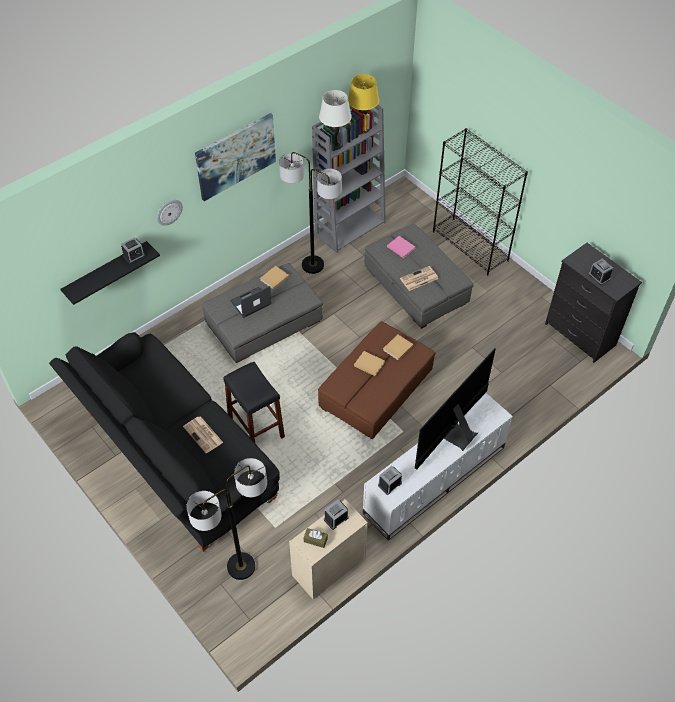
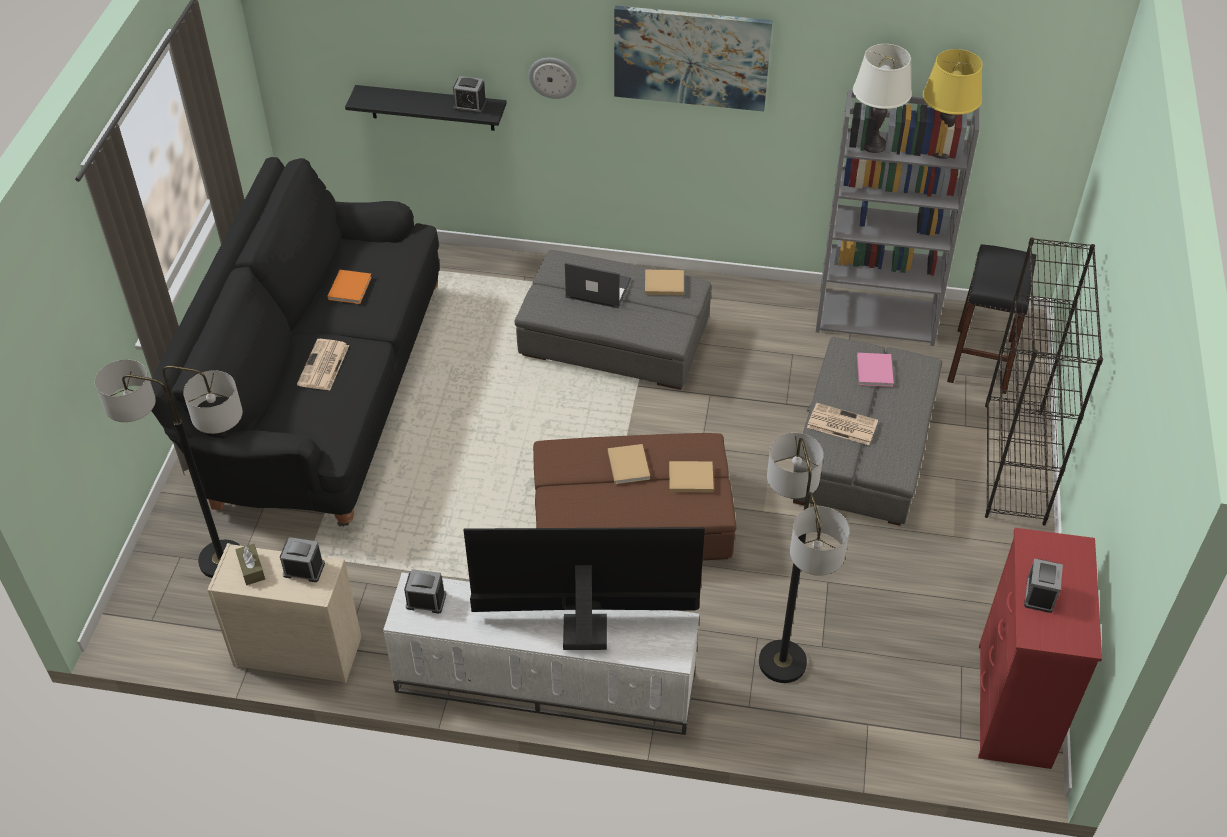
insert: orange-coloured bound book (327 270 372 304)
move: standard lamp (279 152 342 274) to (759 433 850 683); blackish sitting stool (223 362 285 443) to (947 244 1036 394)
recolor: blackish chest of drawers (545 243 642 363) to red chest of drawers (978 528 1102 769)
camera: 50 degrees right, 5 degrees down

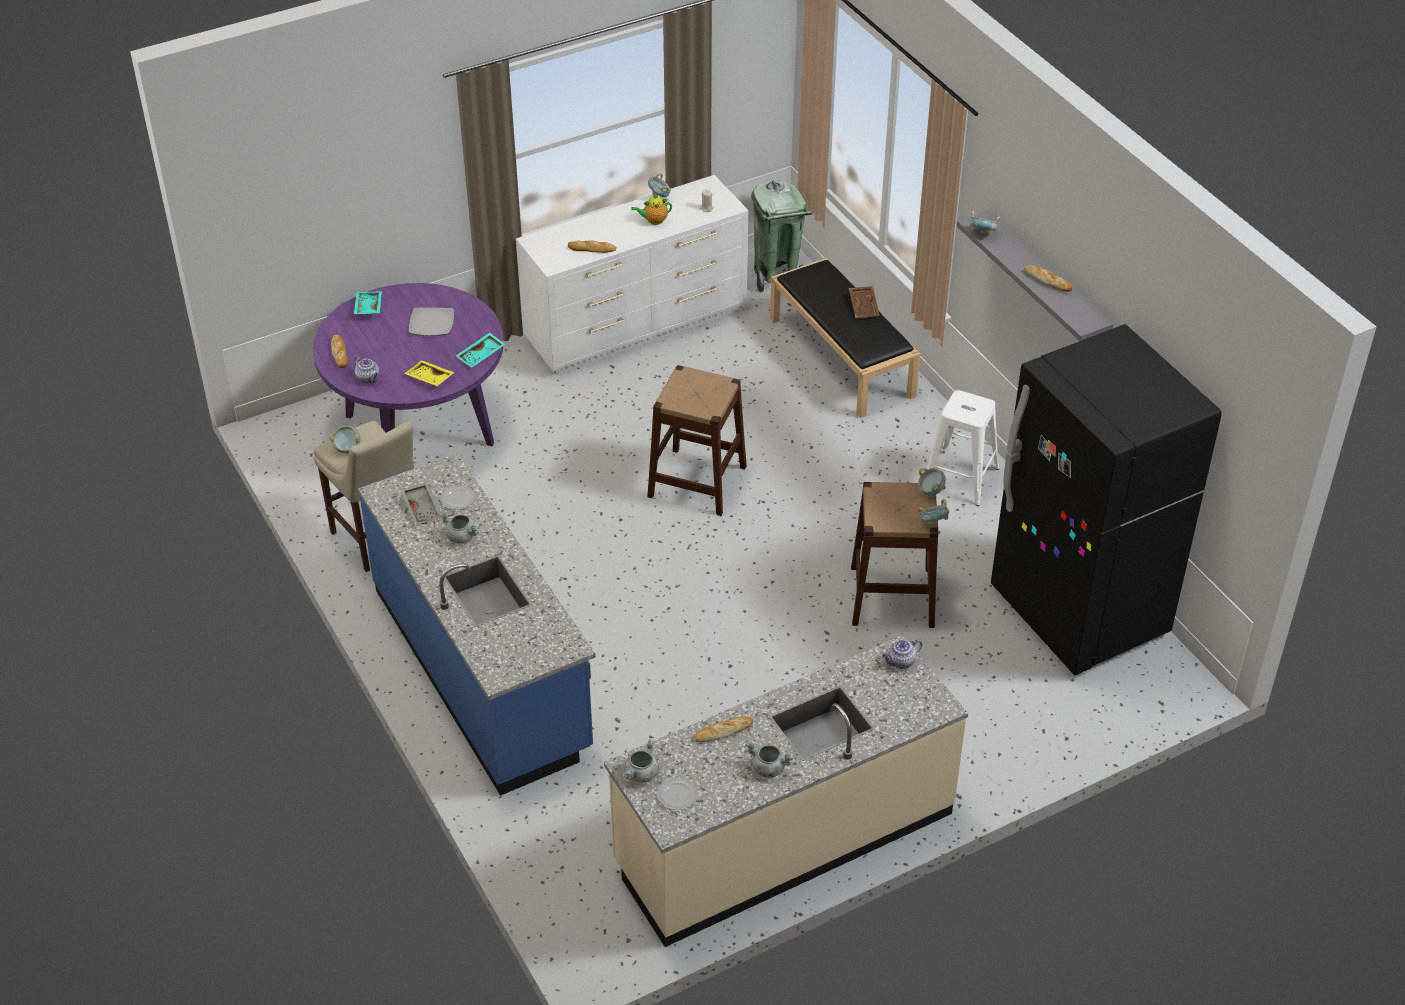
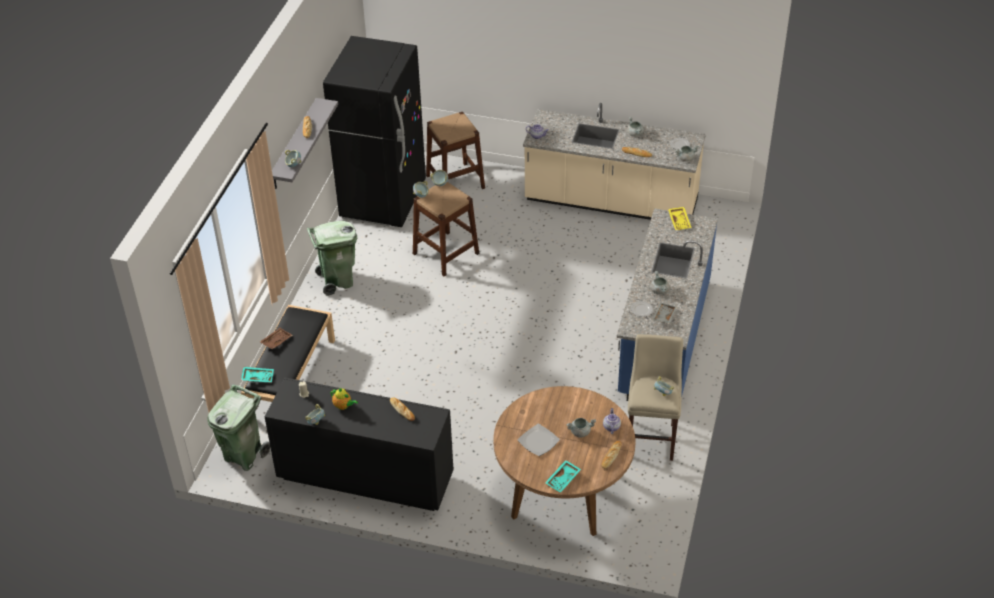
insert: gray stockpot (567 418 596 438)
move: turquoise carrying tray (456 332 505 368) to (241 367 274 383); yellow carrying tray (404 360 455 386) to (668 207 692 230); brown-coloured sitting stool (647 365 747 516) to (426 112 485 189)
replace: white sitting stool (927 390 1000 506) to greenish rubbish bin (307 221 357 296)
recolor: white chest of drawers (516 175 748 375) to blackish chest of drawers (265 377 454 511); purple kitchen table (313 283 504 446) to brown-coloured kitchen table (493 386 636 536)
camera: 135 degrees left, 0 degrees up

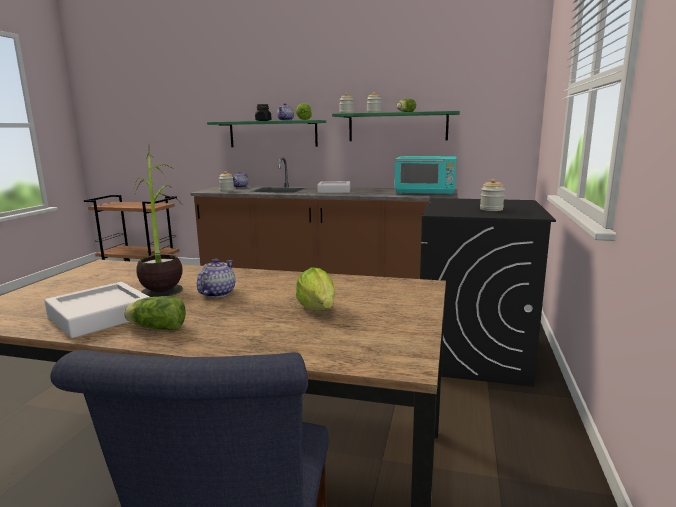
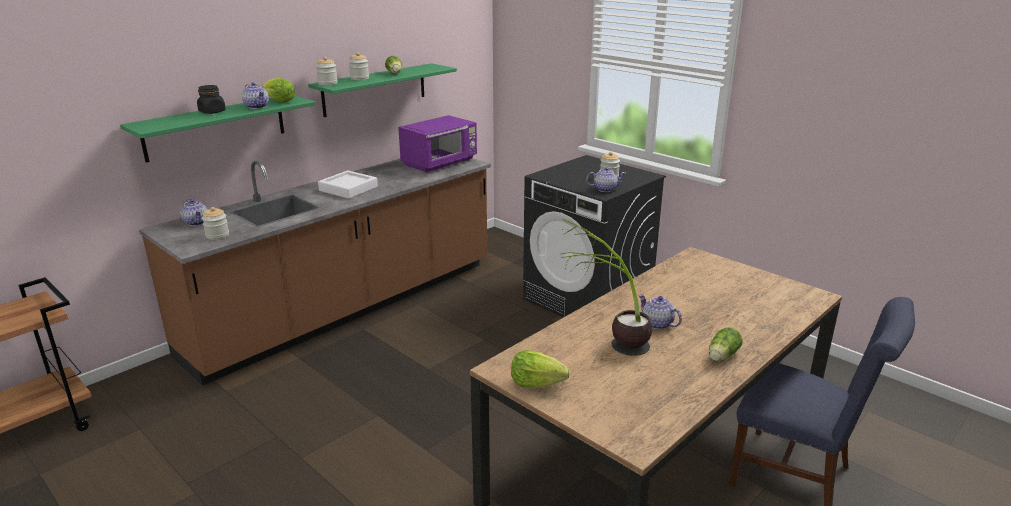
delete: white carrying tray (45 282 149 338)
insert: pot for tea (586 167 626 192)
move: lettuce head (296 267 335 311) to (511 350 570 388)
recolor: turquoise microwave (395 156 457 195) to purple microwave (398 115 477 173)
camera: 60 degrees left, 10 degrees up

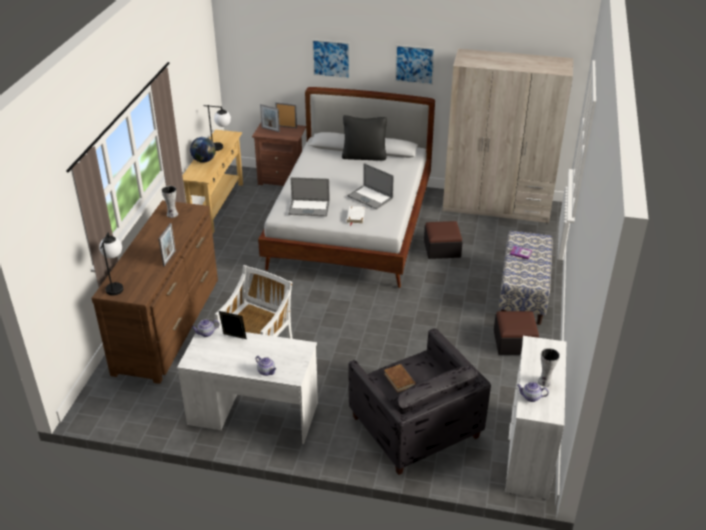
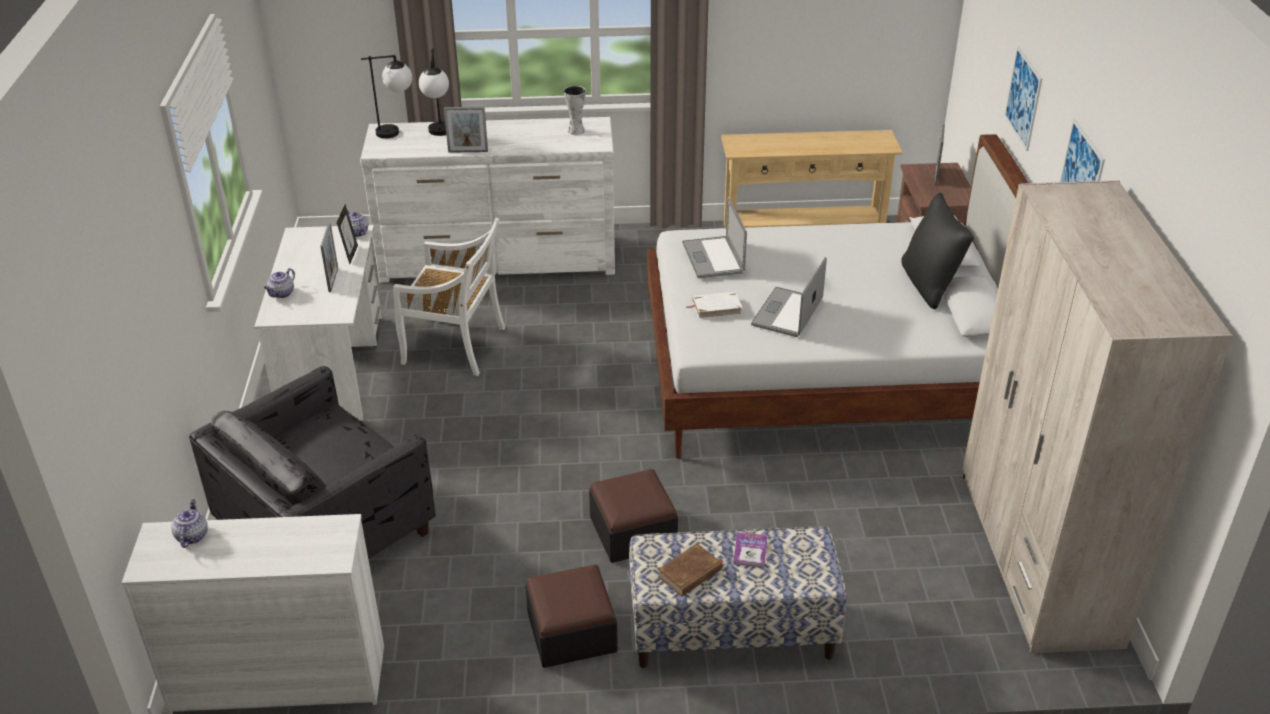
delete: desk globe (190 137 216 163); flower vase (538 348 560 387)
move: photo frame (275 102 297 128) to (320 223 338 292); tabletop lamp (203 105 231 151) to (419 48 449 136); ottoman (424 221 463 259) to (589 469 678 563); brown-coloured bound book (384 364 415 393) to (657 544 723 596)
recolor: brown-coloured chest of drawers (91 200 218 384) to white chest of drawers (360 117 615 282)
camera: 75 degrees right, 0 degrees up

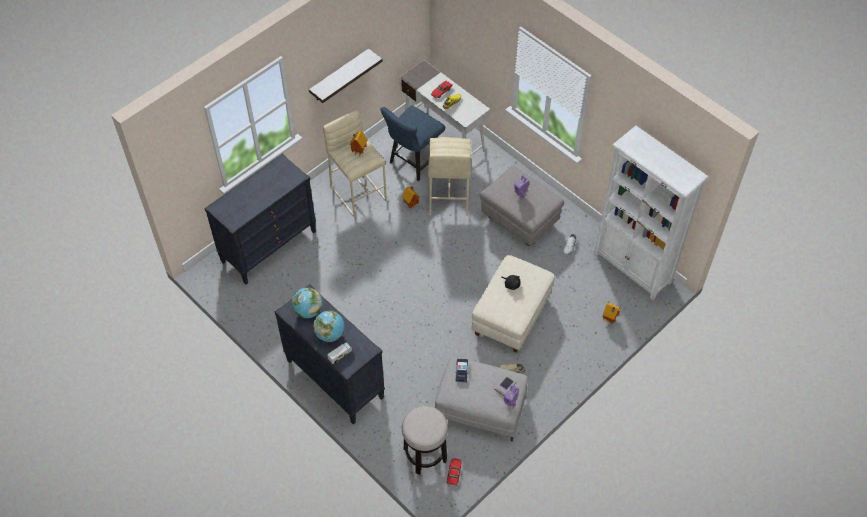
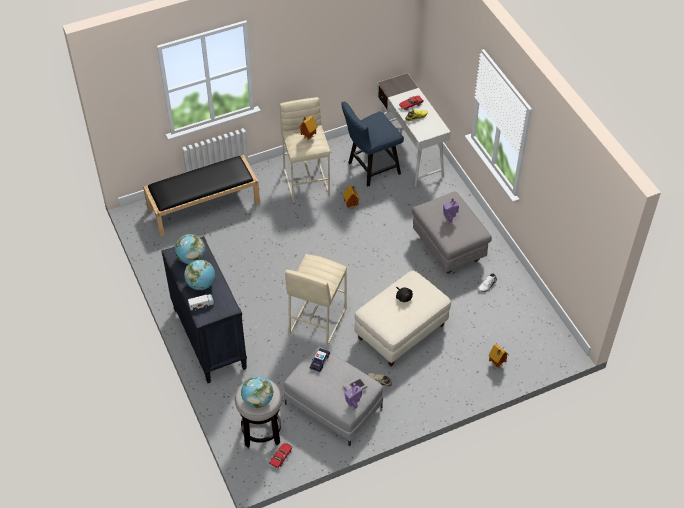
delete: shelf (309 48 383 103); white bookcase (593 126 708 300)
insert: desk globe (241 376 273 408)
move: sand-coloured sitting stool (428 137 471 216) to (285 254 347 347)
replace: blackish chest of drawers (204 154 316 284) to blackish long seat (143 155 260 237)
camera: 20 degrees right, 5 degrees down

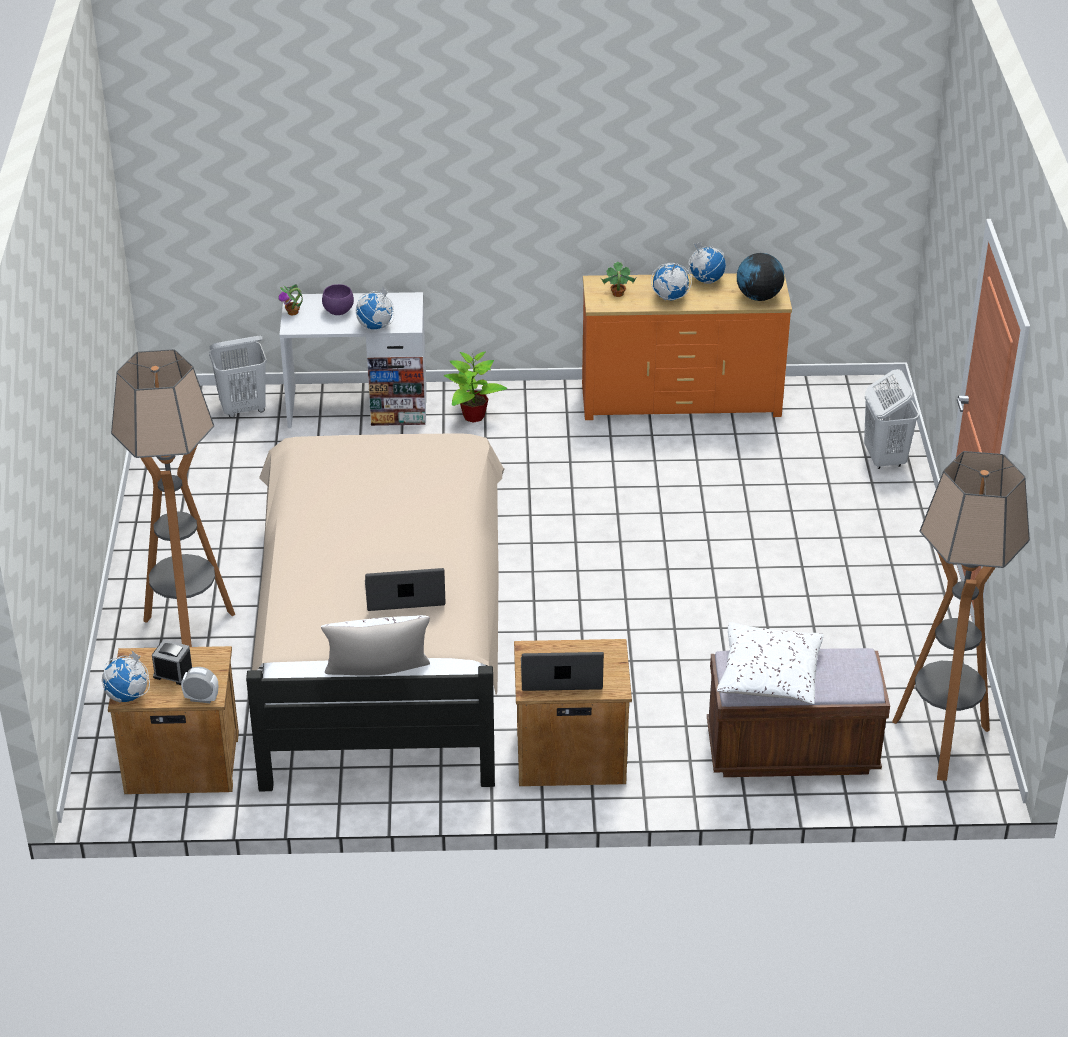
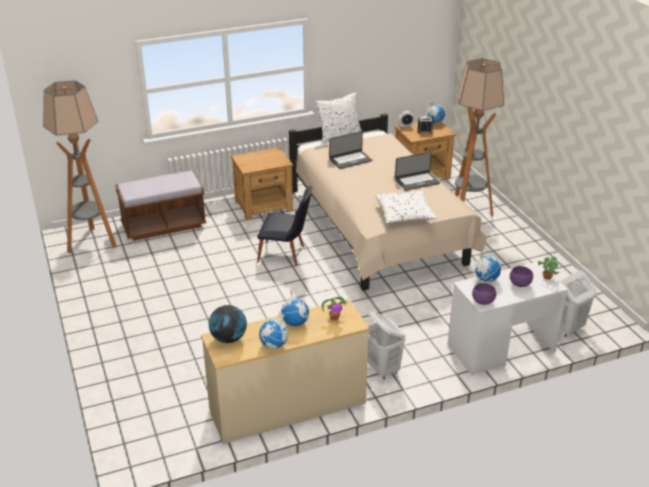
delete: plant in a pot (444 352 507 423)
insert: blackish plain chair (257 186 312 266); purple deep dish (472 283 496 305)
move: white laundry basket (864 369 919 469) to (367 312 406 379); white pillow (717 622 823 704) to (375 191 437 223); notebook computer (521 652 604 691) to (395 152 440 191)
recolor: orange-coloured chest of drawers (582 273 792 420) to sand-coloured chest of drawers (201 299 370 444)
camera: 160 degrees right, 5 degrees down

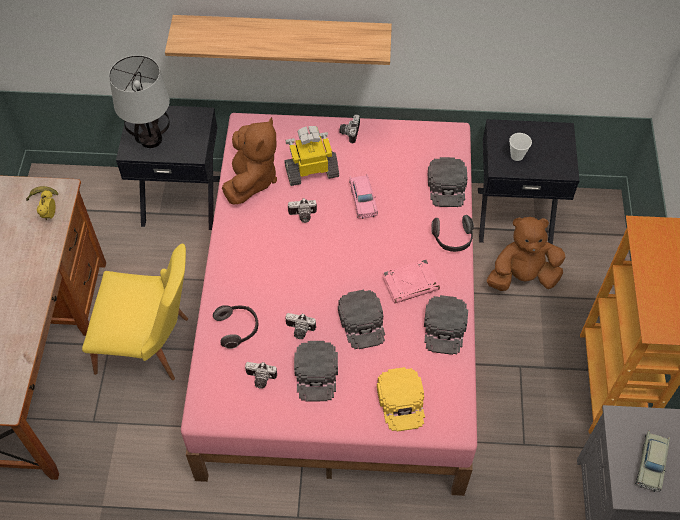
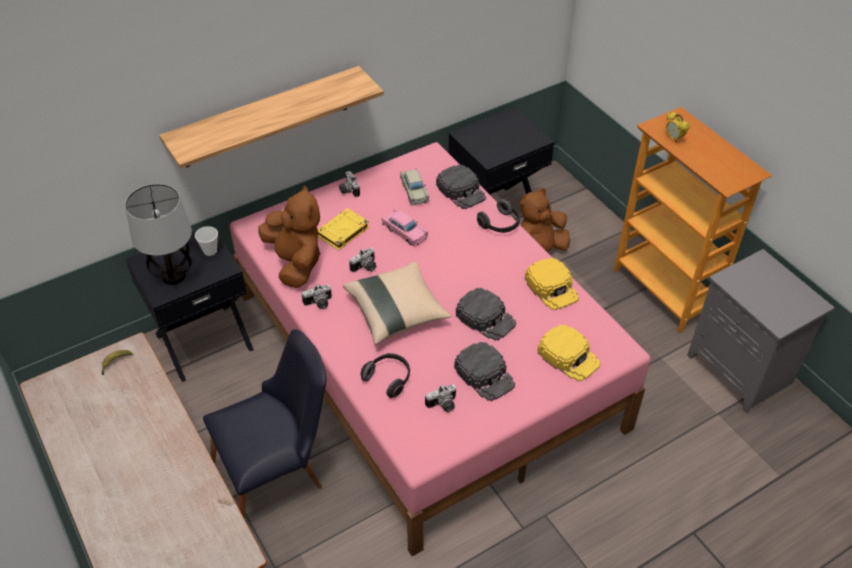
delete: pink-coloured bound book (382 259 440 304)
insert: sand-coloured pillow (343 262 451 345)
move: small cup (509 133 532 161) to (195 226 218 256); table clock (37 190 56 220) to (666 112 689 143); photo camera (286 313 316 339) to (302 284 332 309); sand-coloured miniature car (635 431 670 492) to (400 168 429 205)
replace: model robot (284 126 339 186) to yellow bound book (318 208 369 250)
recolor: yellow plain chair (82 243 188 380) to blackish plain chair (203 329 326 518); blackish peaked cap (424 295 468 355) to yellow peaked cap (525 258 579 311)
camera: 35 degrees left, 10 degrees down

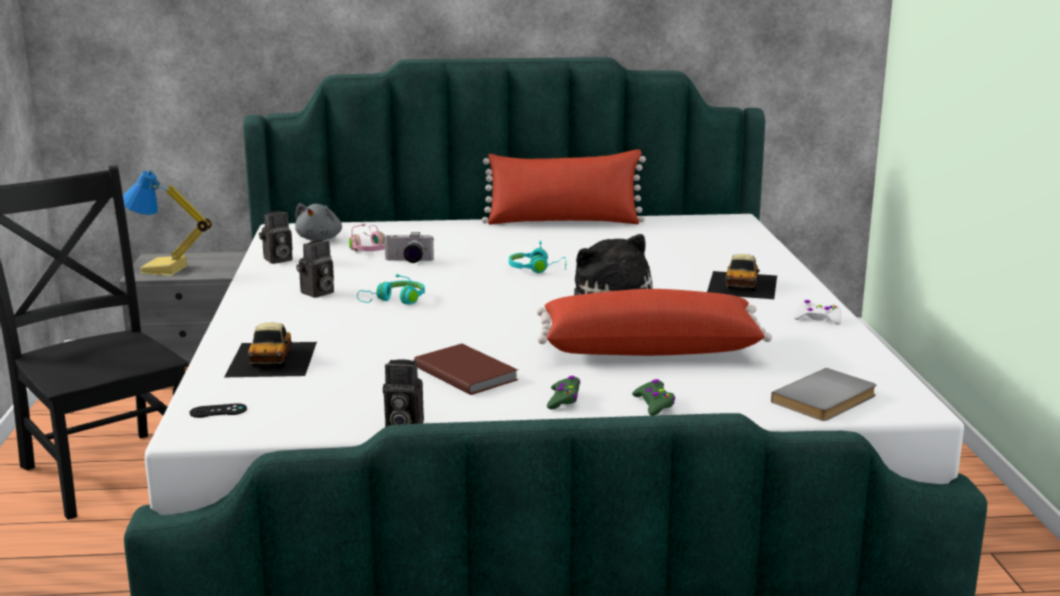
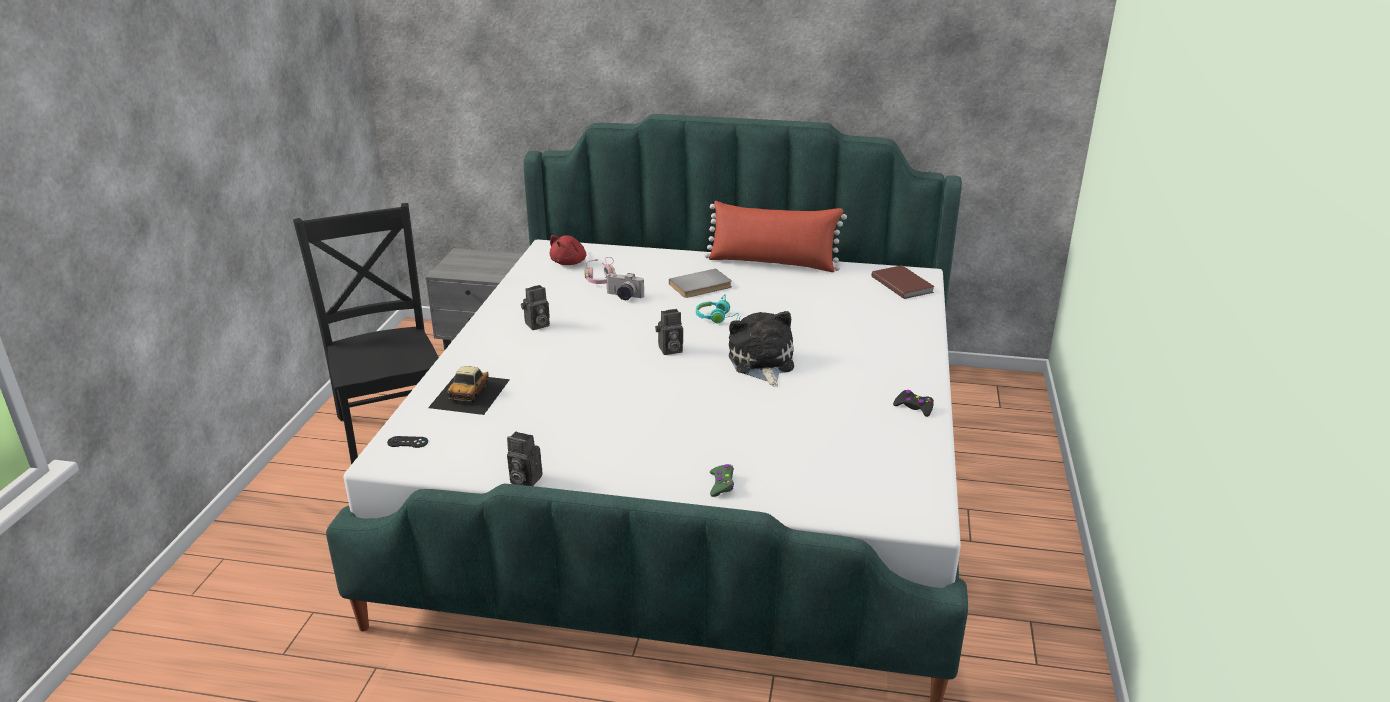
delete: tabletop lamp (123 170 212 276); miniature car (707 254 777 299); turquoise headset (357 274 425 305); red pillow (537 289 772 356); greenish game controller (547 376 580 409)
move: photo camera (259 211 293 264) to (655 309 683 355); brown-coloured bound book (414 344 518 395) to (871 265 935 299); gray bound book (771 368 876 421) to (669 269 732 298)
recolor: gray cuddly toy (295 203 342 241) to red cuddly toy (550 235 586 265); white game controller (794 300 841 325) to blackish game controller (893 390 934 417)
camera: 15 degrees right, 10 degrees up

